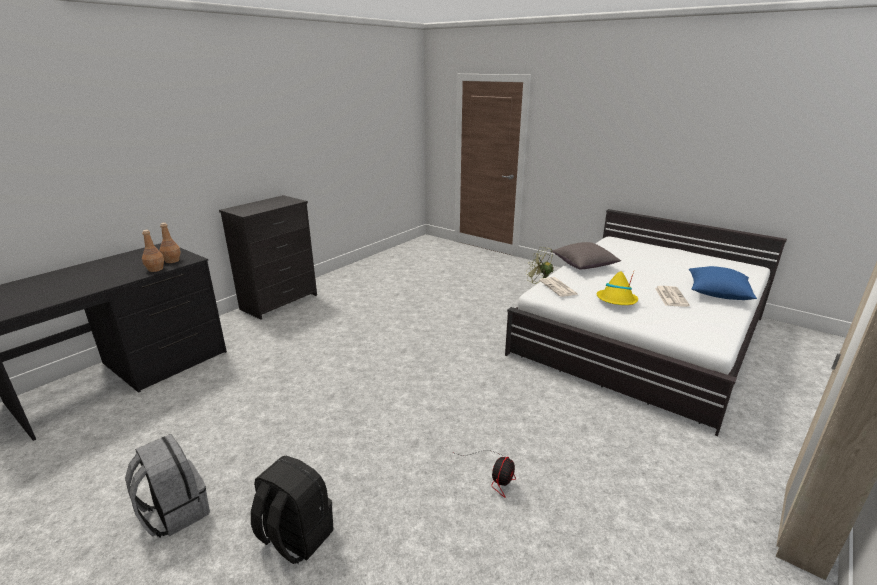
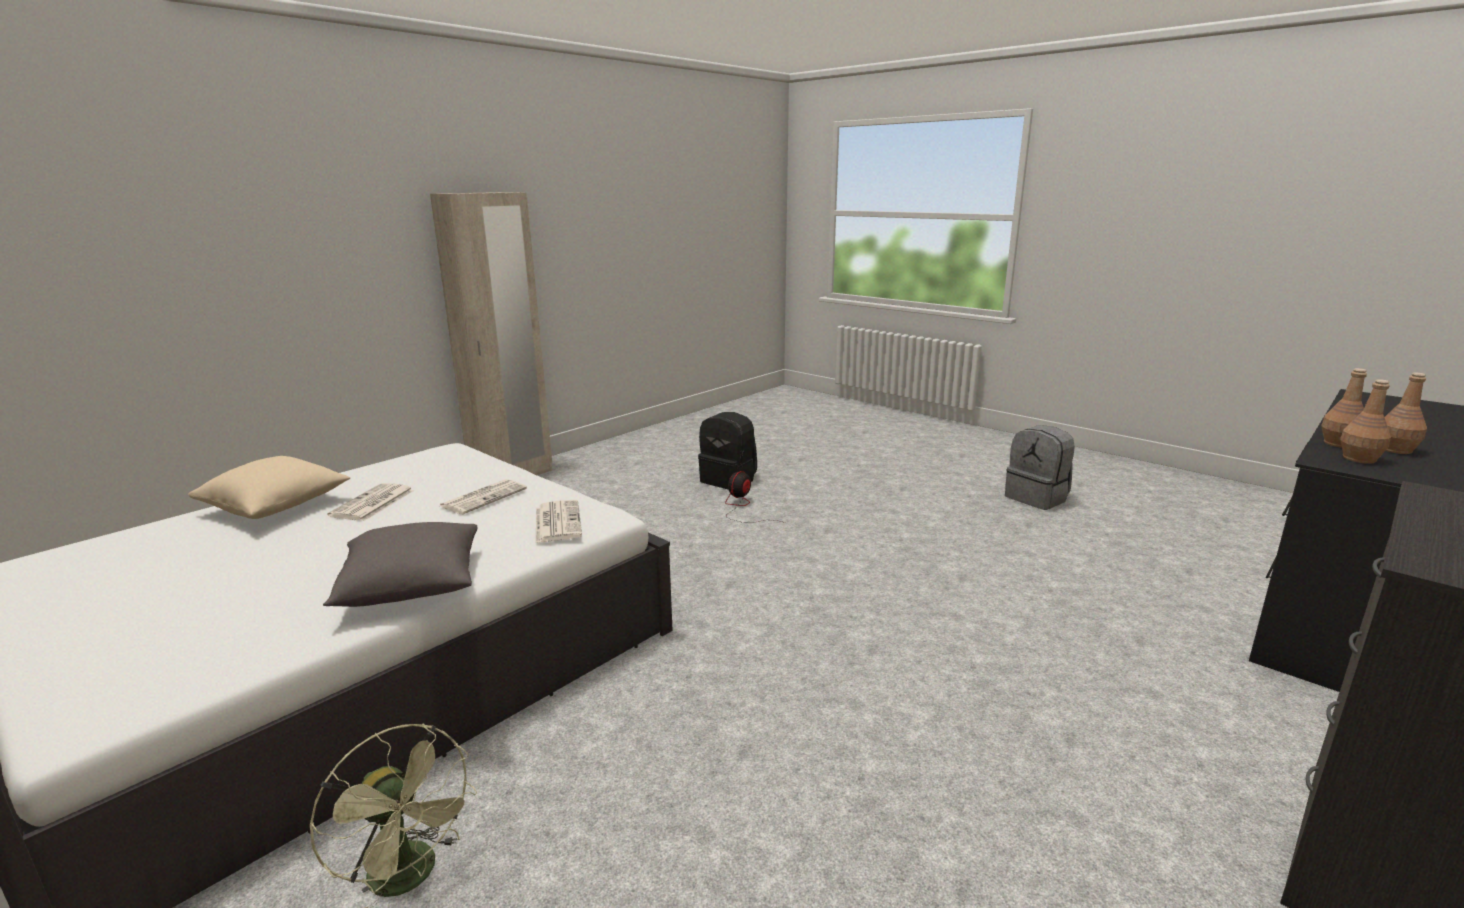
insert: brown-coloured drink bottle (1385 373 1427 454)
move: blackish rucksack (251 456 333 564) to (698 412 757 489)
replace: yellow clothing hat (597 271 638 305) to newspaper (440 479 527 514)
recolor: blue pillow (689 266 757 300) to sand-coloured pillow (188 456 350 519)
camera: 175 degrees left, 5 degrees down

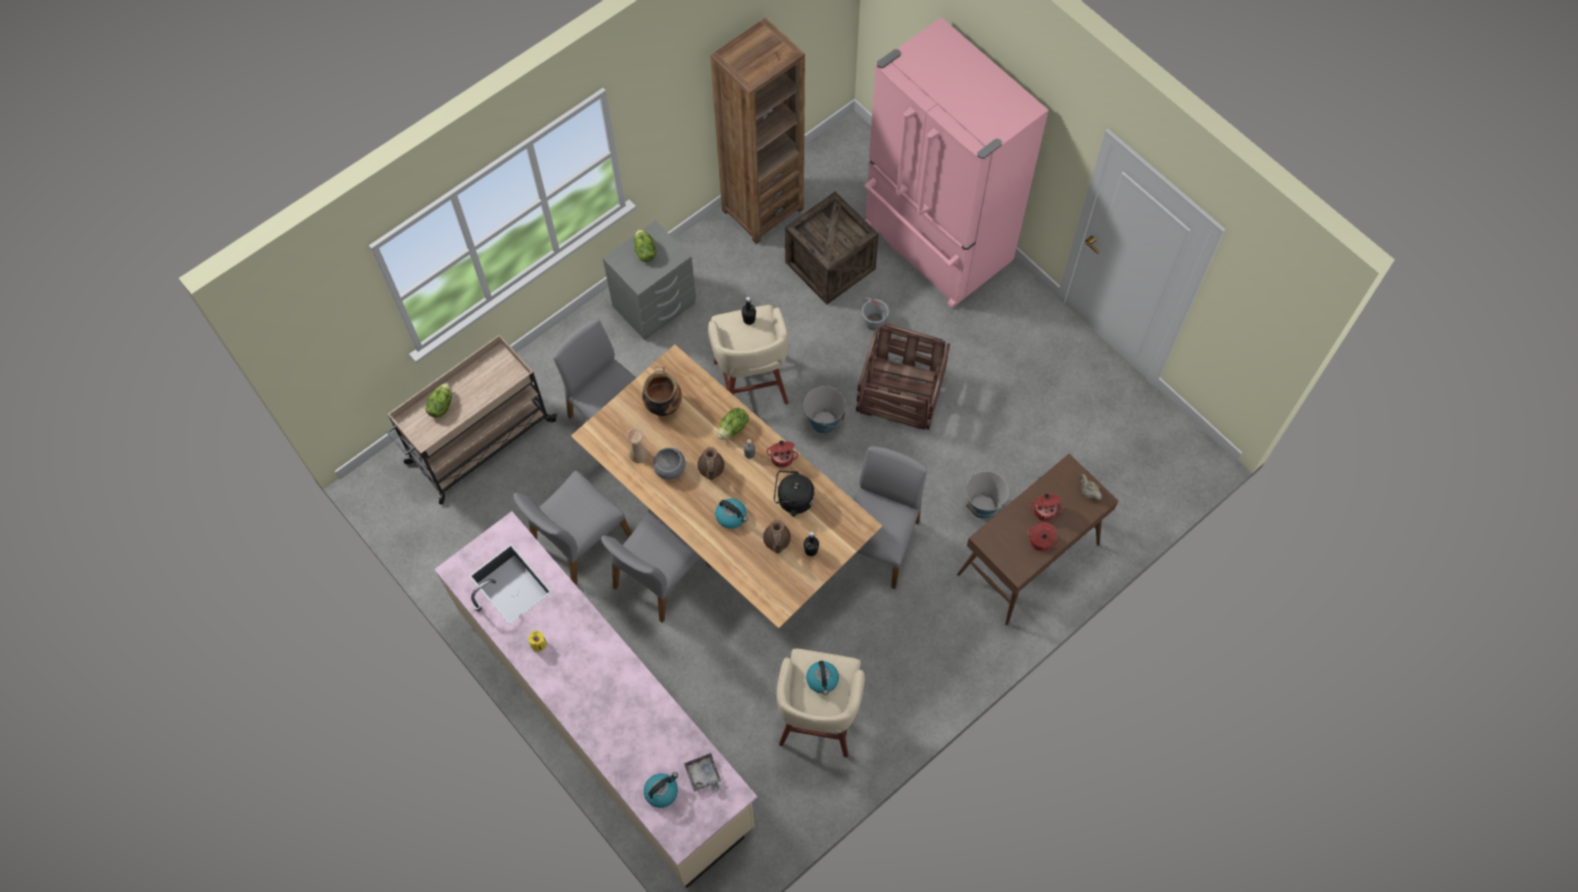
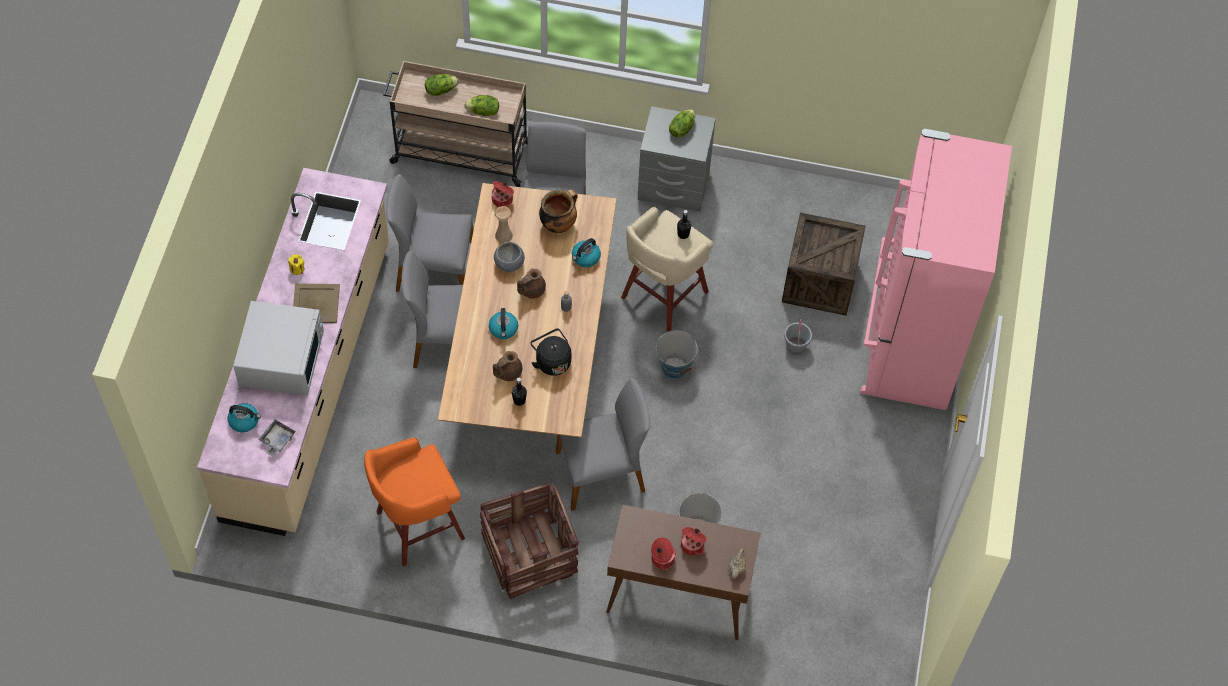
delete: brown-coloured bookcase (710 18 805 244)
insert: sand-coloured carrying tray (293 283 340 323); white microwave (233 301 324 396)
move: packing crate (856 323 950 430) to (480 483 578 599); lettuce head (717 408 749 440) to (464 95 499 116); stockpot (766 441 798 468) to (492 181 514 207); tea kettle (806 661 839 695) to (572 238 601 267)
recolor: sand-coloured sitting stool (777 648 865 757) to orange-coloured sitting stool (364 438 465 566)
camera: 50 degrees right, 5 degrees down

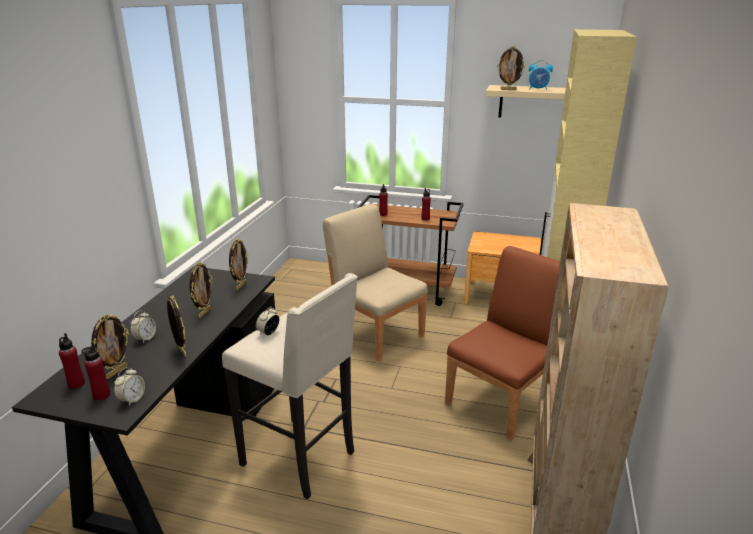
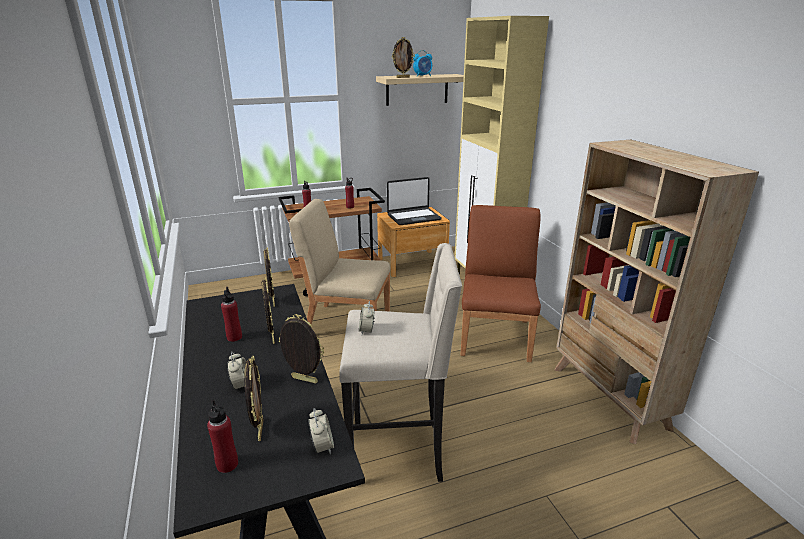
insert: notebook computer (387 177 442 225)
move: red drink bottle (82 344 110 400) to (221 287 242 342)
camera: 35 degrees left, 0 degrees up

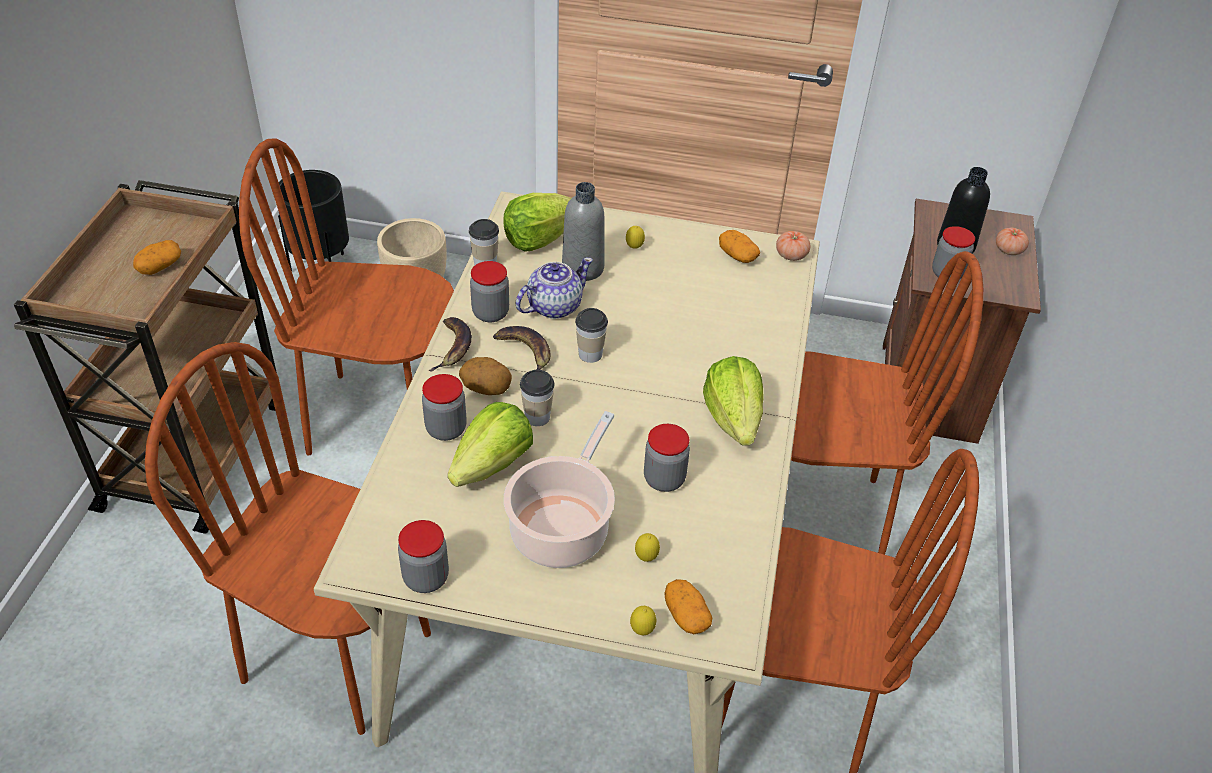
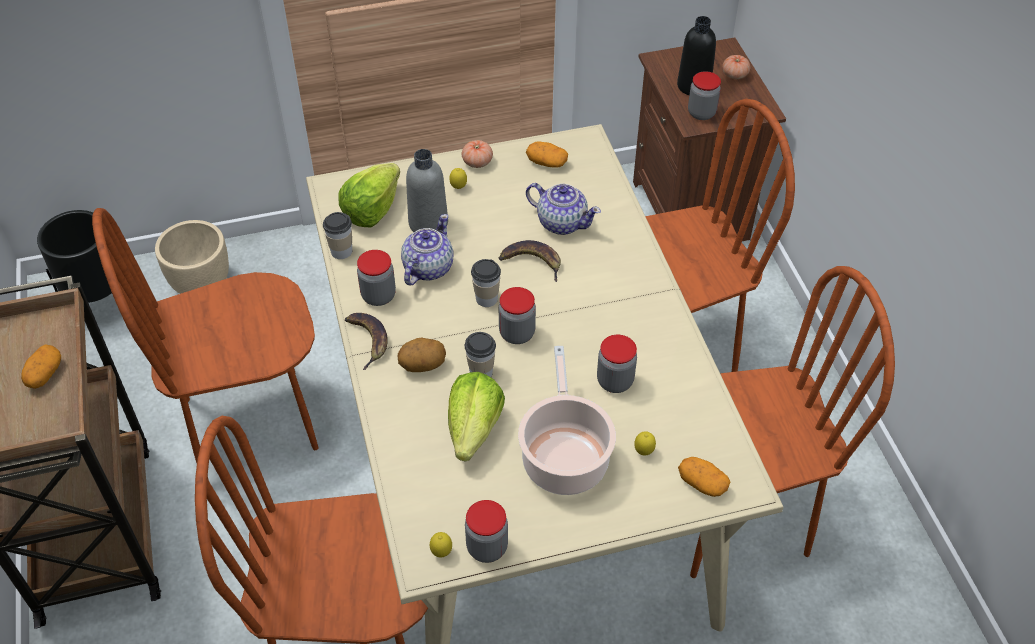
delete: lettuce head (703 356 764 446)
insert: pot for tea (526 183 601 235)
move: whole tomato (776 231 810 261) to (462 140 493 168); whole banana (493 326 551 370) to (499 240 561 282); storage jar (422 374 467 441) to (499 287 536 344); lemon (630 606 656 635) to (430 532 452 557)
camera: 25 degrees left, 5 degrees up

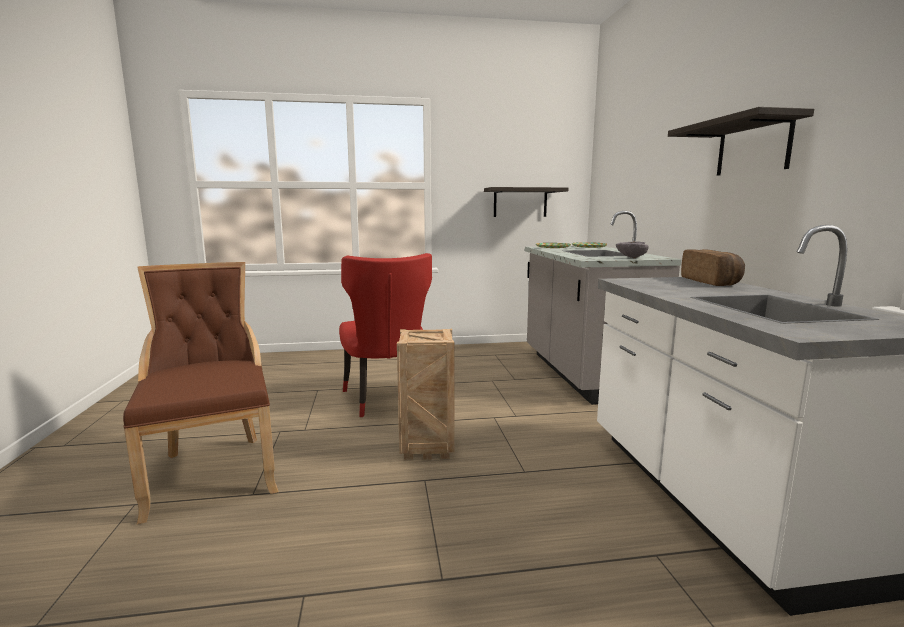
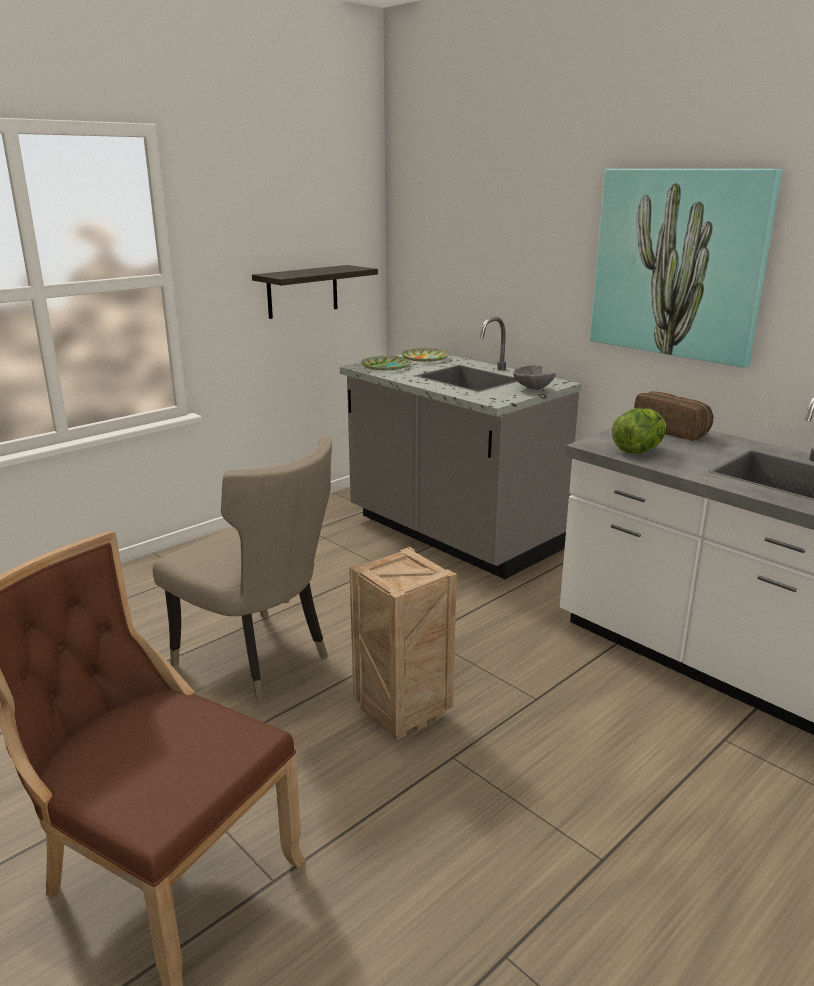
insert: lettuce head (612 408 666 454)
replace: shelf (668 107 814 176) to wall art (590 169 782 368)
recolor: red plain chair (339 253 432 417) to sand-coloured plain chair (153 436 332 701)
camera: 35 degrees left, 10 degrees up

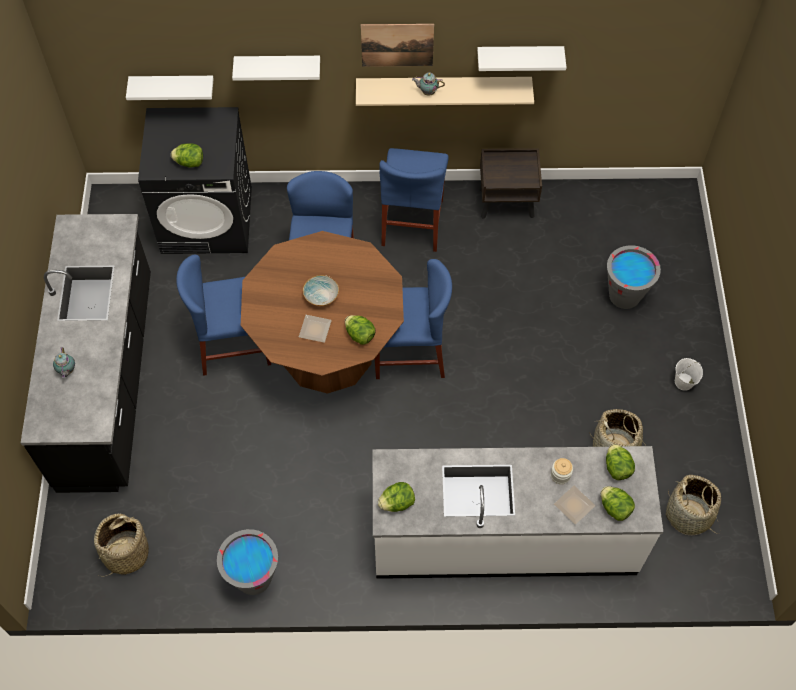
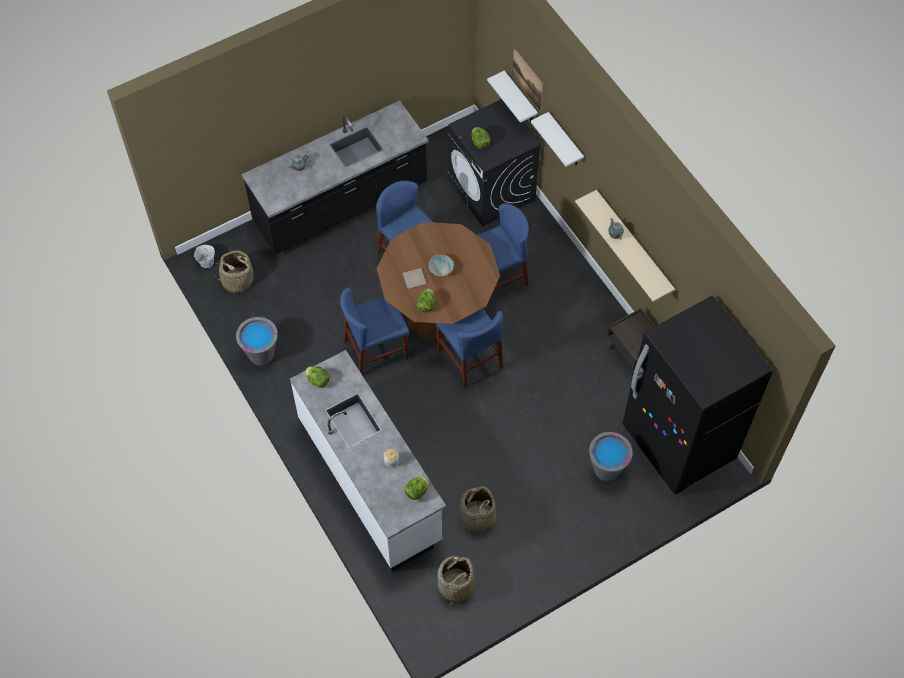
delete: white shelf (477 46 566 71); dinner plate (554 486 596 525); lettuce head (601 486 635 521)
insert: blackish fridge (622 296 773 495)
move: wall art (361 24 434 67) to (512 48 543 111); blue plain chair (380 148 449 252) to (340 287 409 374); white pail (675 358 703 391) to (194 245 215 268)
camera: 60 degrees right, 0 degrees up

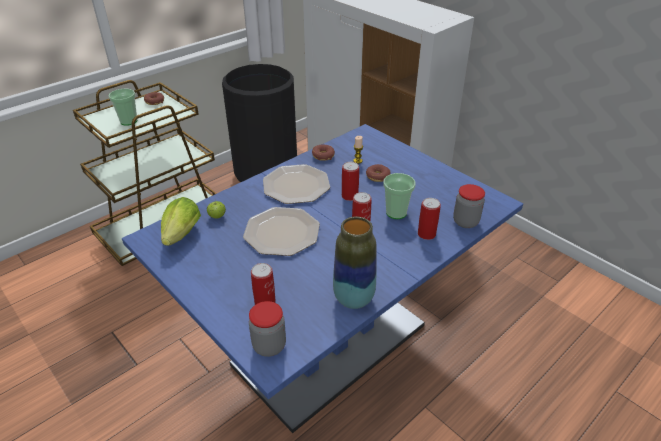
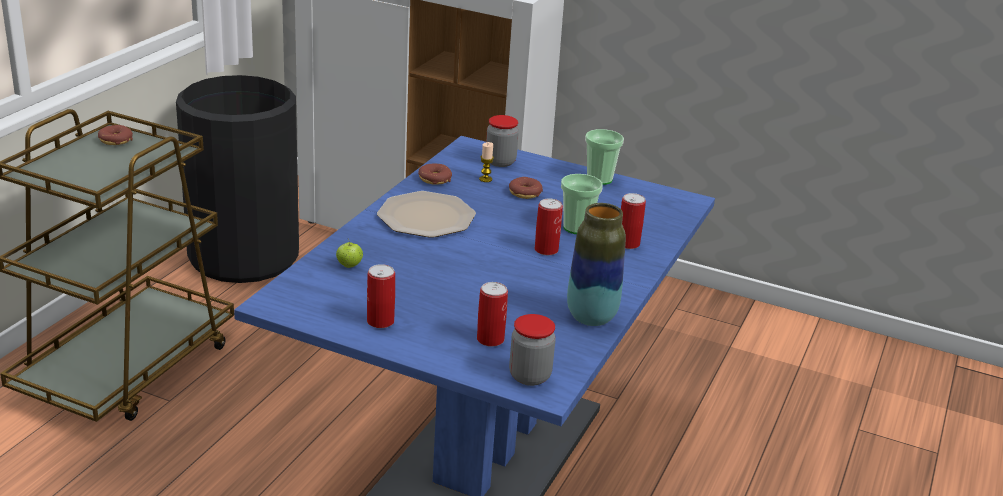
delete: lettuce head (161 197 201 246); dinner plate (243 207 320 256)
move: small cup (109 89 137 126) to (585 129 624 185); can (342 162 359 201) to (367 264 395 328); storage jar (453 184 485 228) to (486 115 519 167)
camera: 25 degrees left, 10 degrees down

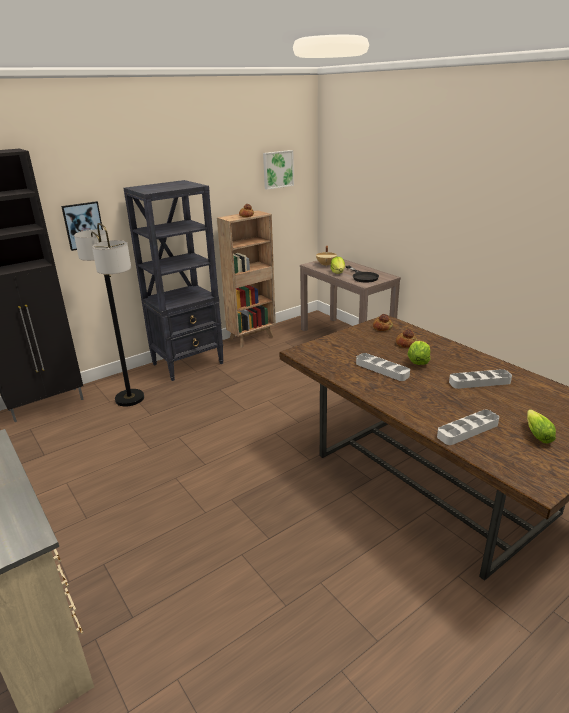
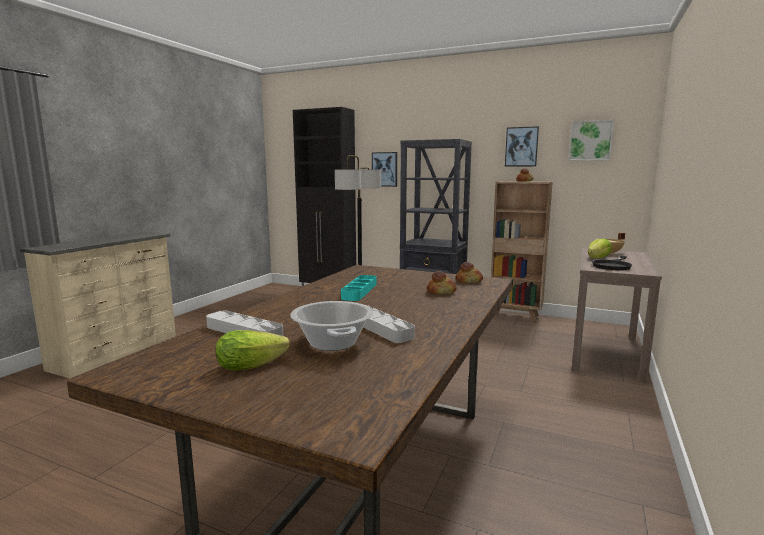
delete: lettuce head (407 341 430 365)
insert: wall art (505 126 539 166); stockpot (290 301 373 351)
recolor: gray carrying tray (356 353 410 381) to turquoise carrying tray (341 275 376 301)
camera: 60 degrees right, 15 degrees down

